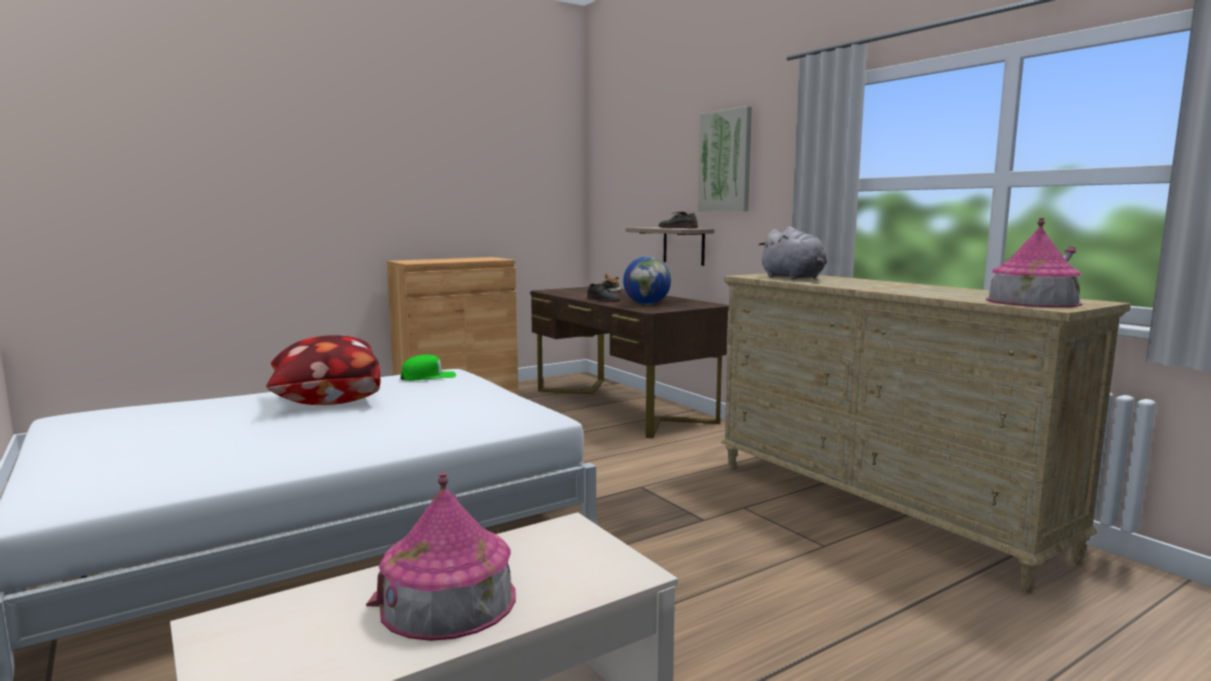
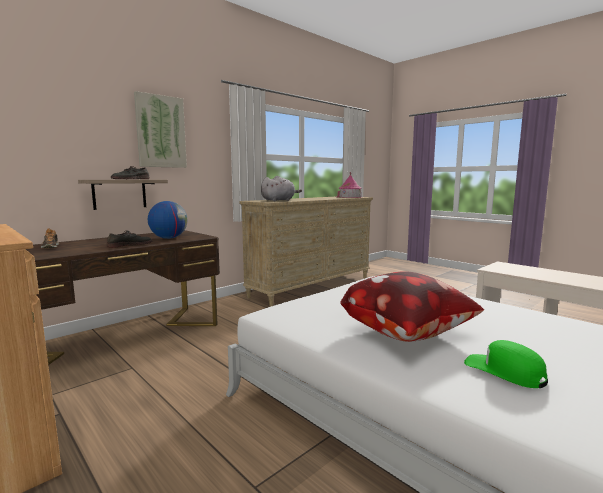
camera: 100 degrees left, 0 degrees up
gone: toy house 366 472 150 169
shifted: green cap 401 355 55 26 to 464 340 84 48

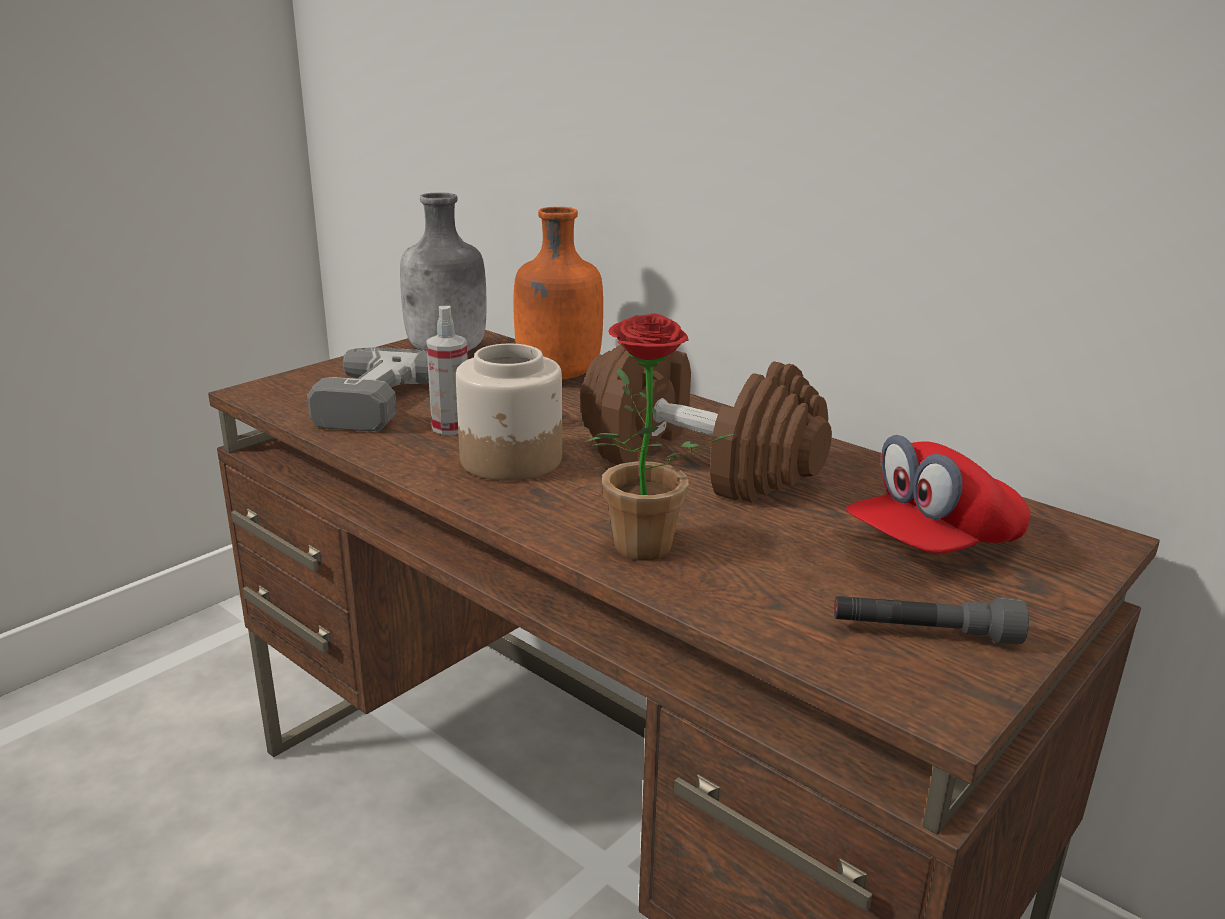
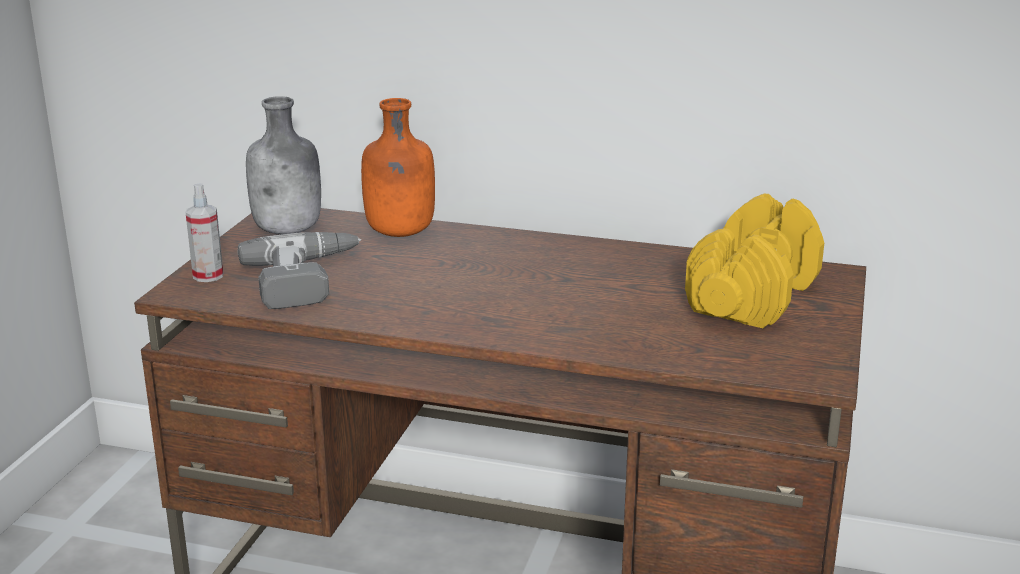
camera: 25 degrees left, 0 degrees up
gone: potted plant 585 313 149 248; jar 456 344 106 137; brown dumbbell 580 344 252 159; grey flashlight 834 596 195 48
shifted: spray bottle 426 306 42 129 to 185 183 39 99
swapped: red cap 846 435 184 119 to yellow dumbbell 685 194 139 134

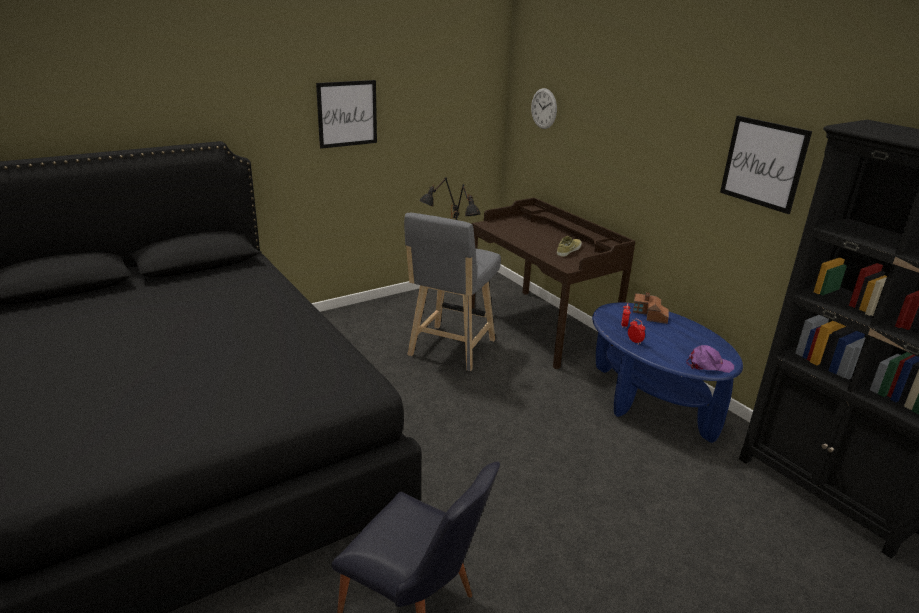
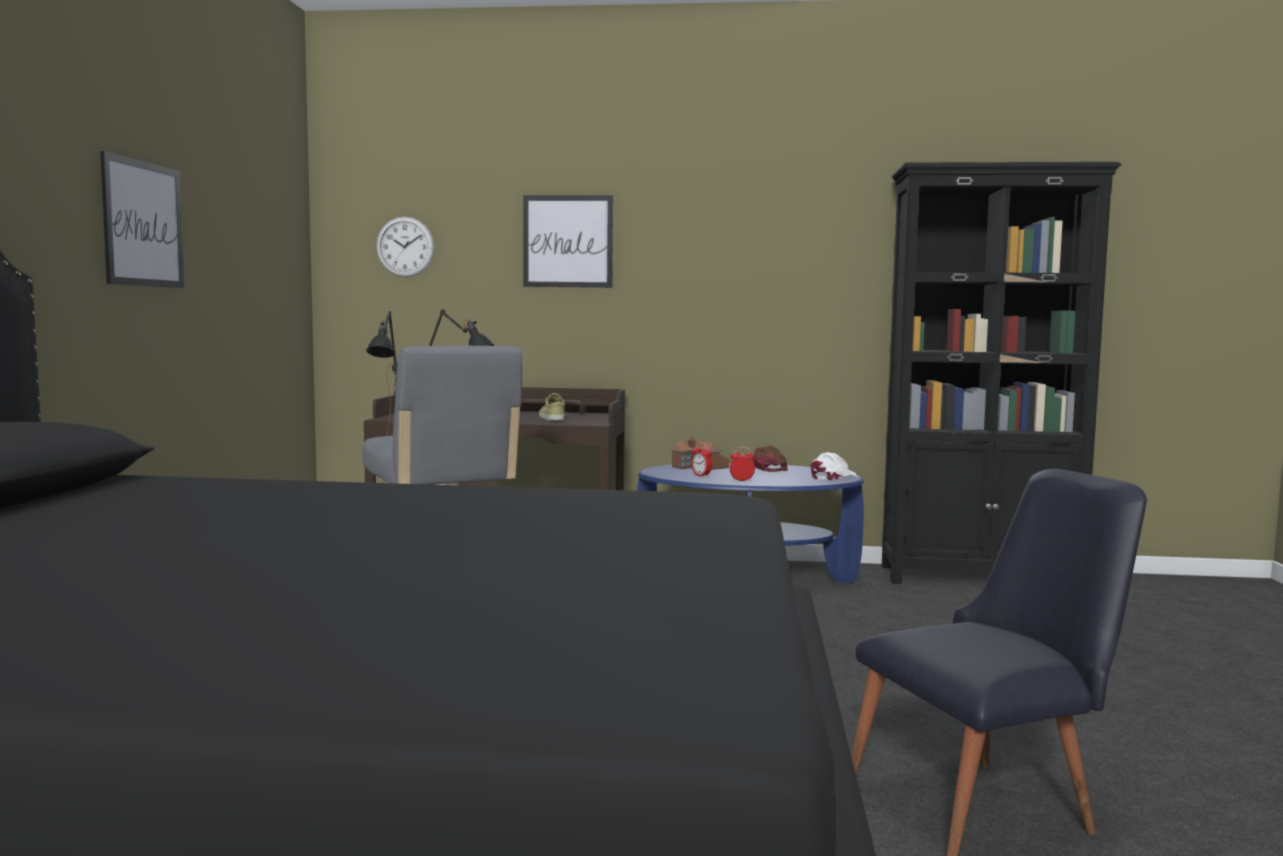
camera: 50 degrees left, 20 degrees down
new: brown cap 752 445 36 27
shifted: picture 720 116 92 98 to 523 195 91 93
repainted: purple cap 686 345 48 28 to white cap 811 452 46 28

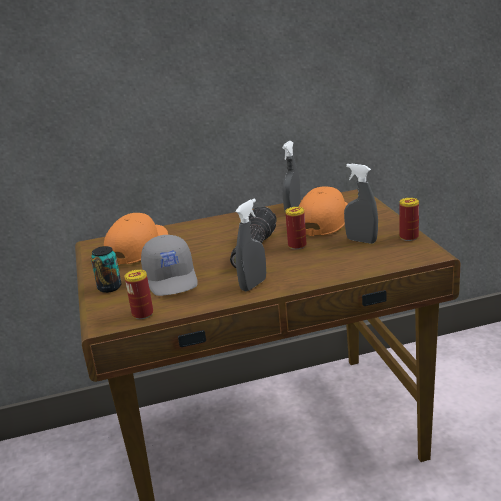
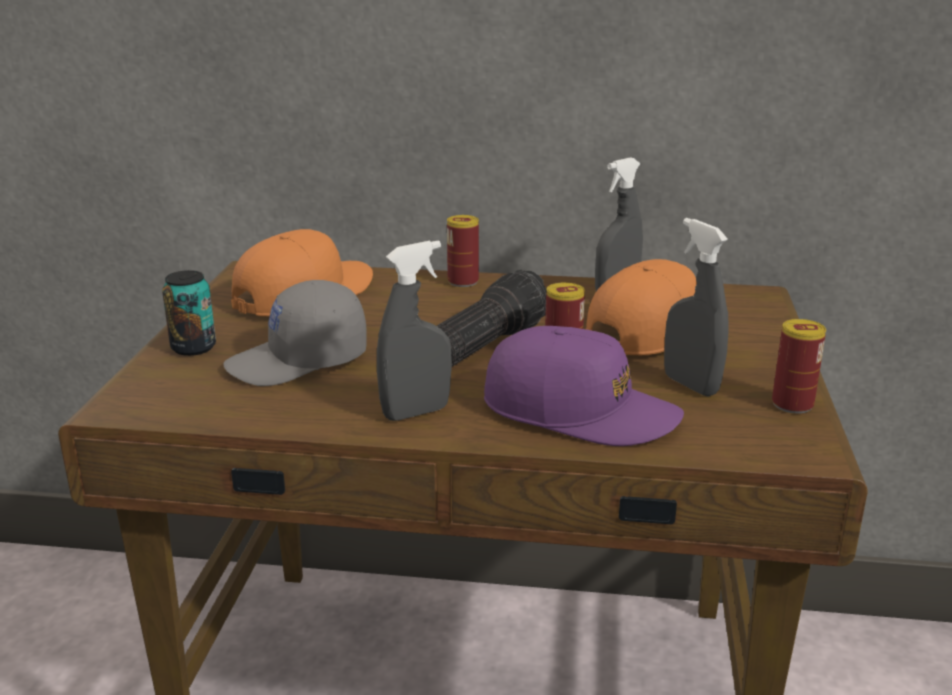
camera: 20 degrees right, 0 degrees up
new: purple cap 484 326 200 120
shifted: can 124 269 29 50 to 447 215 32 72
rotated: grey cap 141 235 57 61 = 223 280 144 106 60 degrees clockwise

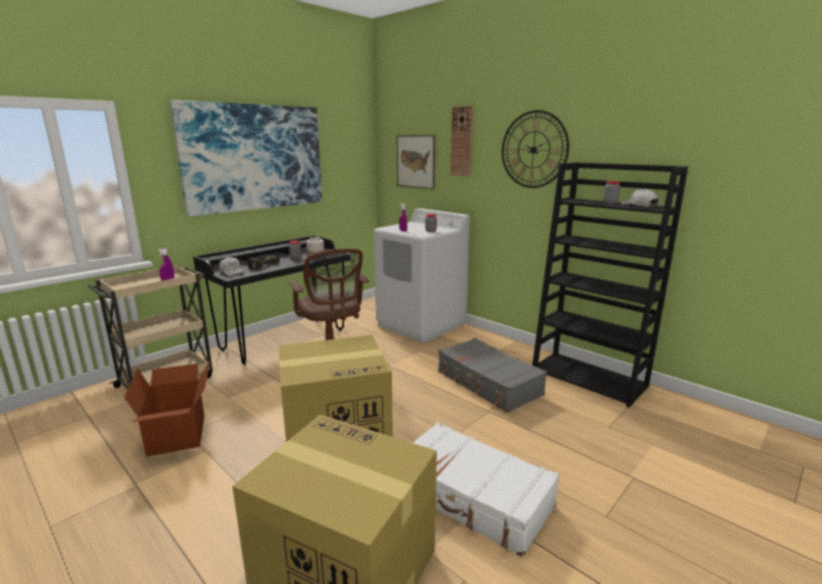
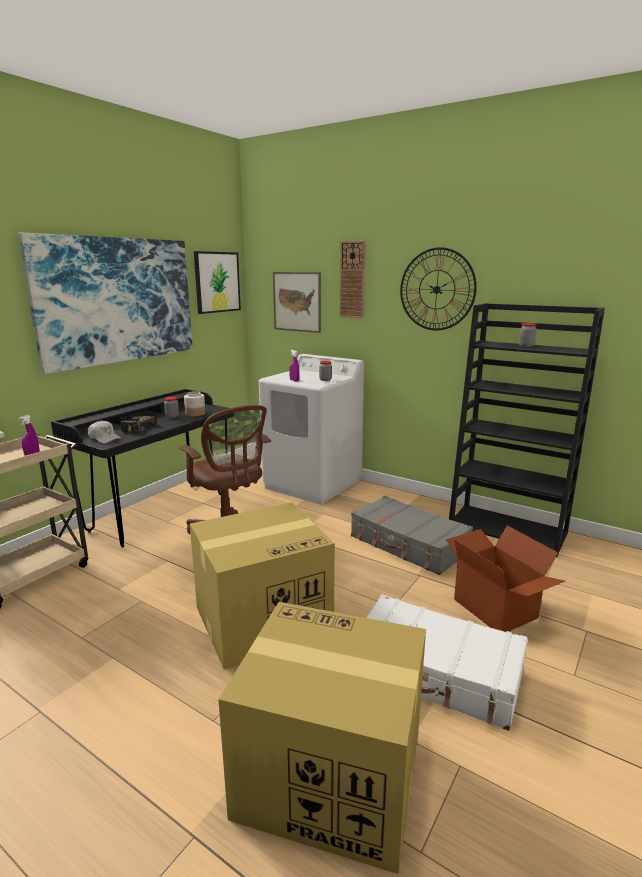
camera: 10 degrees left, 0 degrees up
gone: white cap 621 189 37 18
new: picture 194 251 47 63
shifted: cardboard box 124 361 86 96 to 446 525 119 107

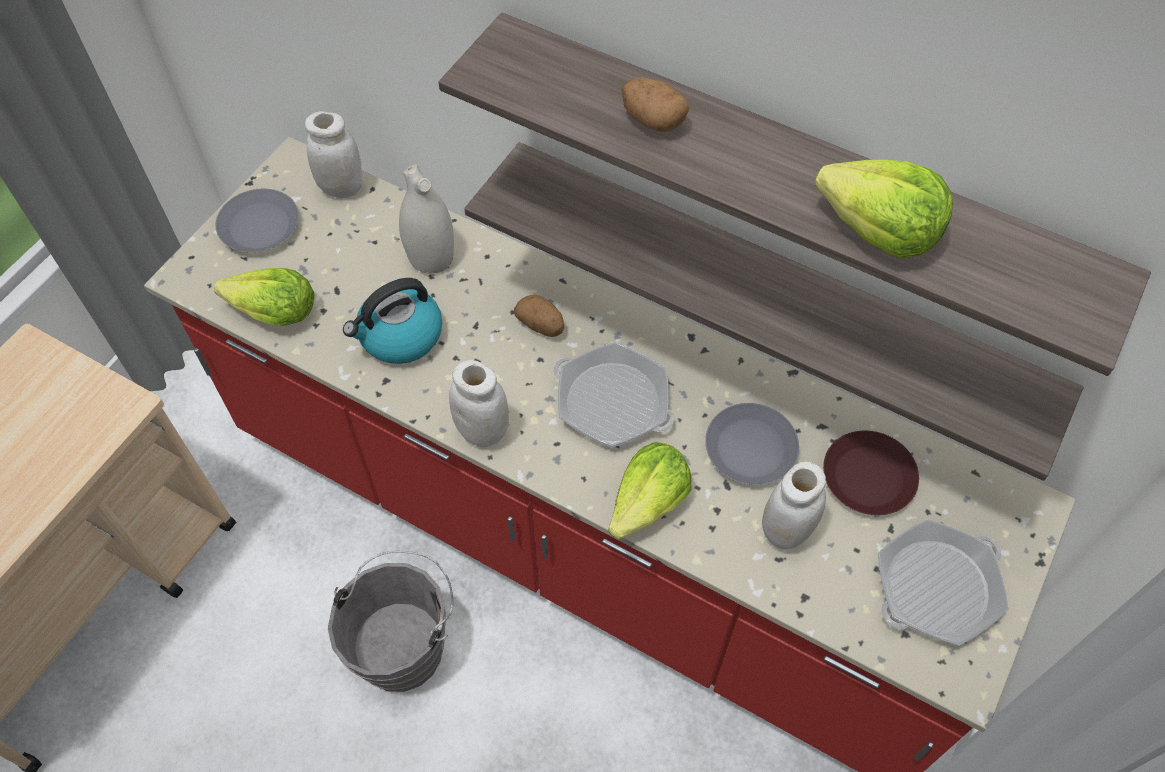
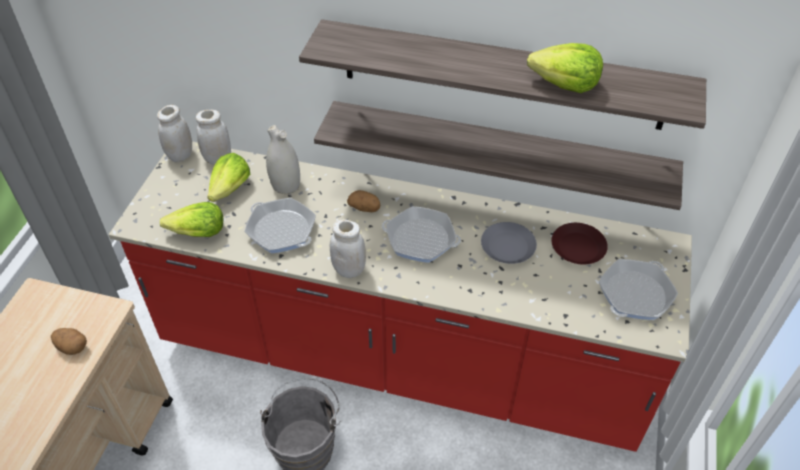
camera: 15 degrees left, 10 degrees down
gone: grey plate 215 189 84 63
shifted: potato 621 77 68 55 to 51 328 36 27; lettuce 608 442 83 97 to 207 153 43 49; white jar 762 462 64 87 to 157 105 35 58
swapped: kettle 343 278 99 86 to frying pan 244 198 72 55

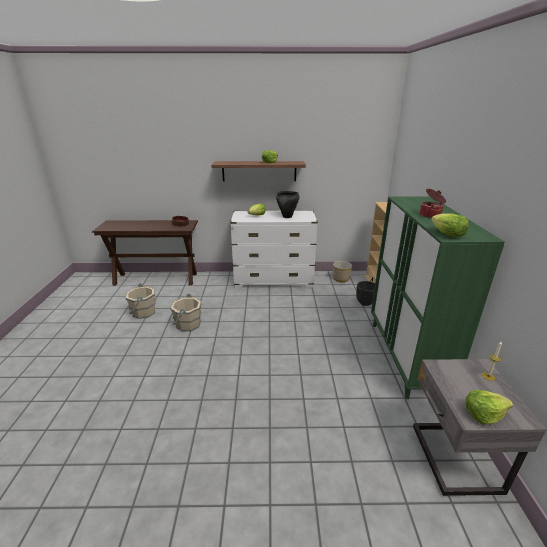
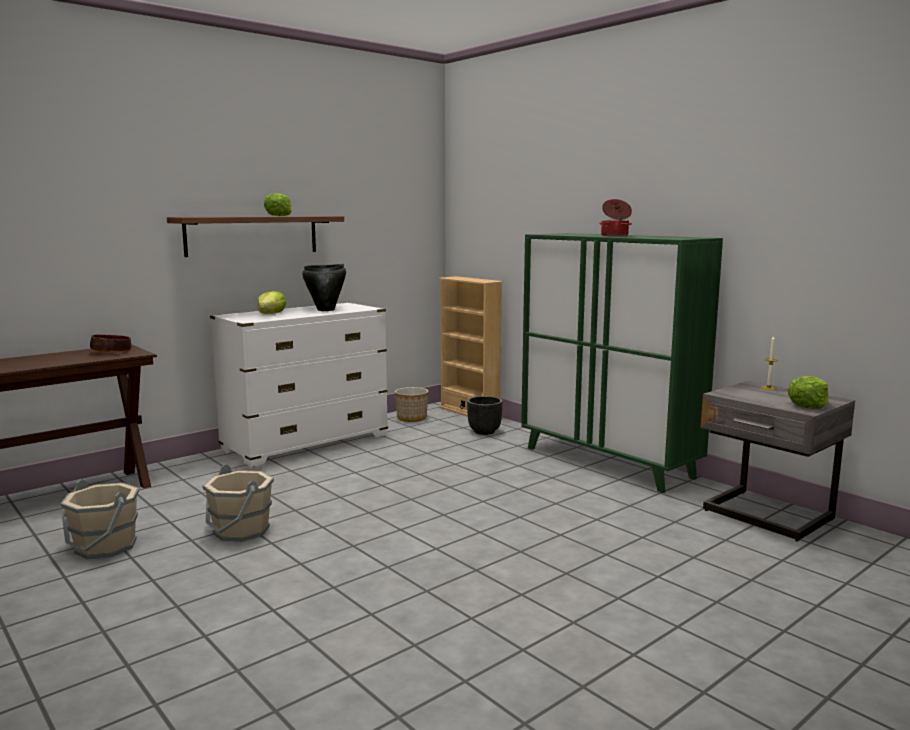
camera: 40 degrees left, 15 degrees down
gone: lettuce 431 213 38 24

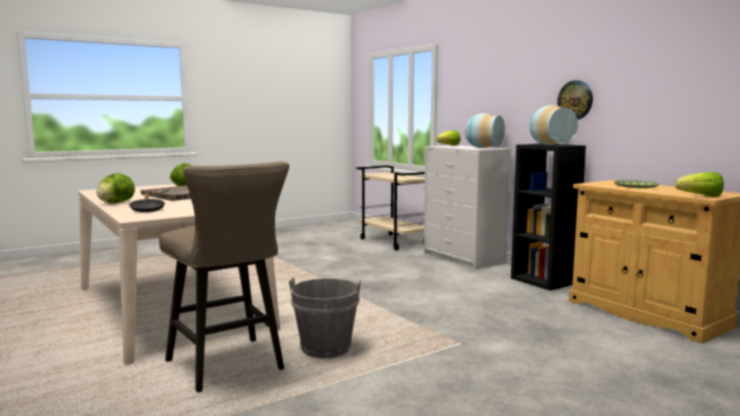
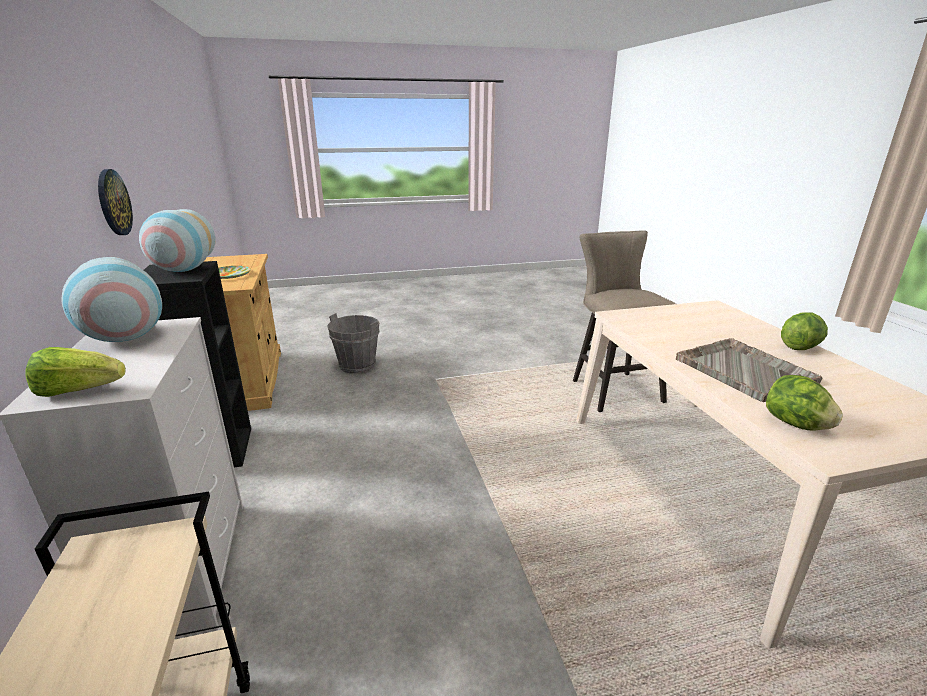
camera: 160 degrees left, 15 degrees up
gone: lettuce 675 172 49 25; black frying pan 129 192 36 20
shifted: grey bucket 289 277 72 81 to 327 313 53 61

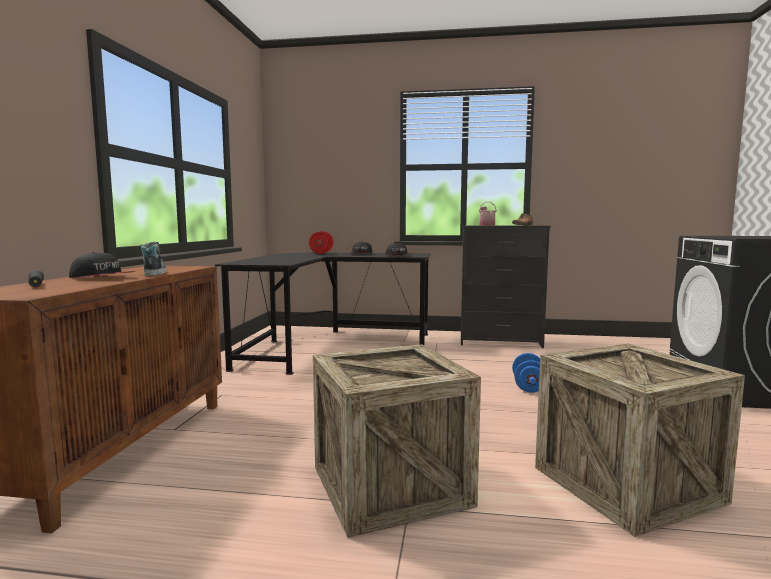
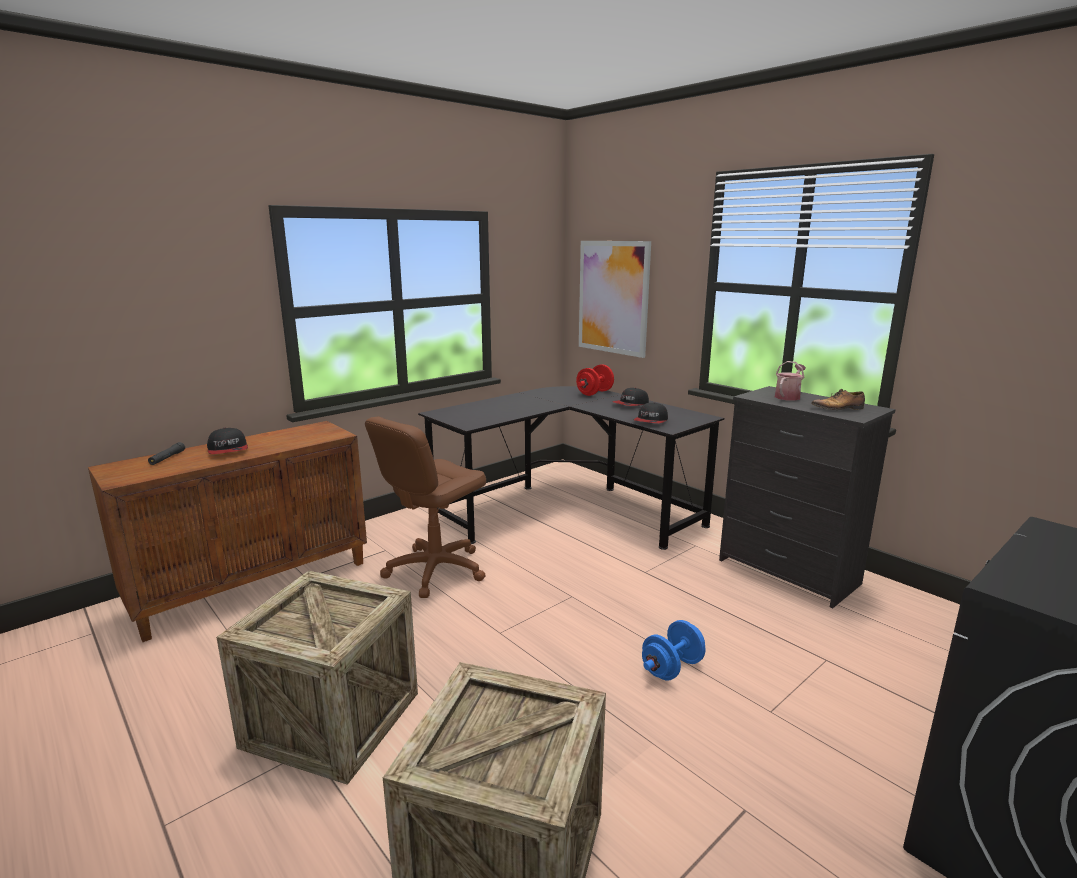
camera: 40 degrees right, 10 degrees up
gone: shoe 141 242 26 34
new: picture 579 241 72 117; brown office chair 365 416 121 182

